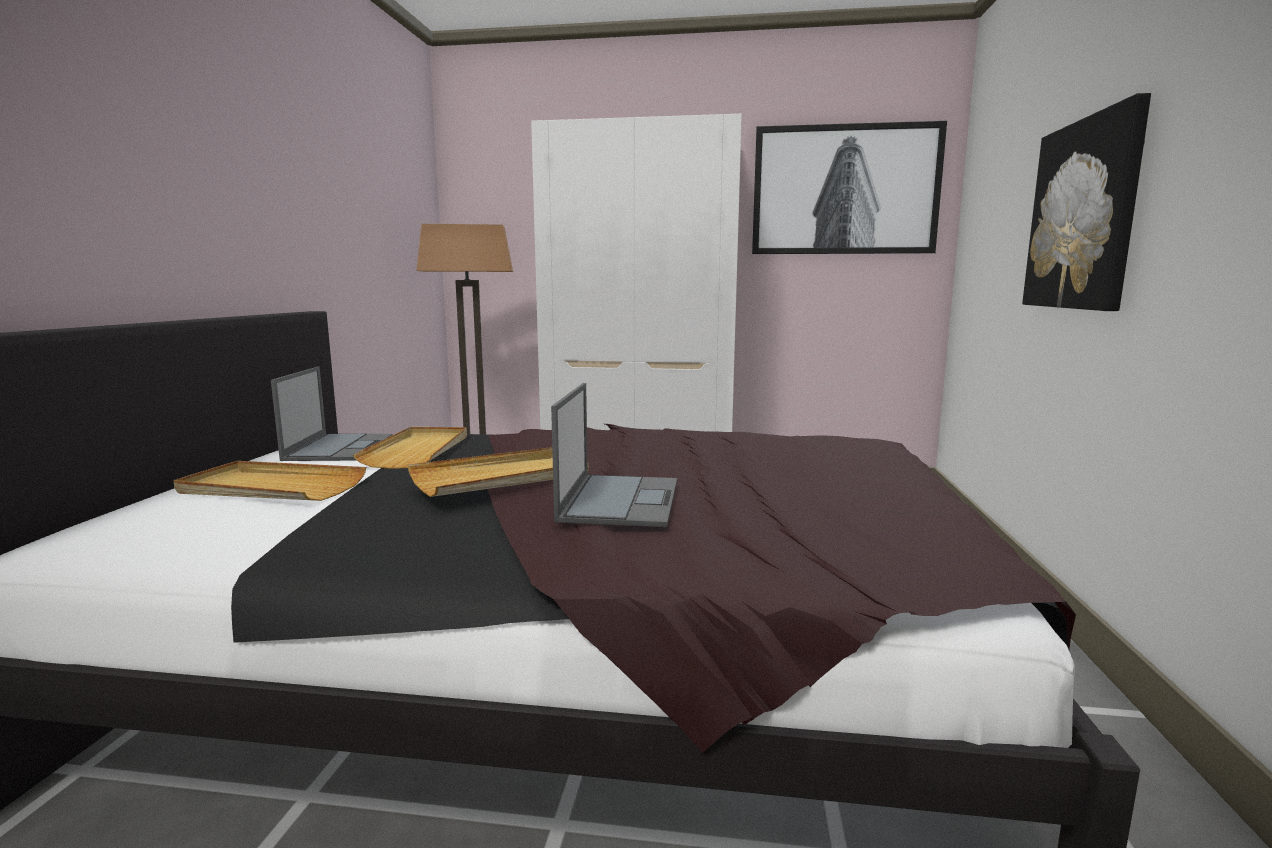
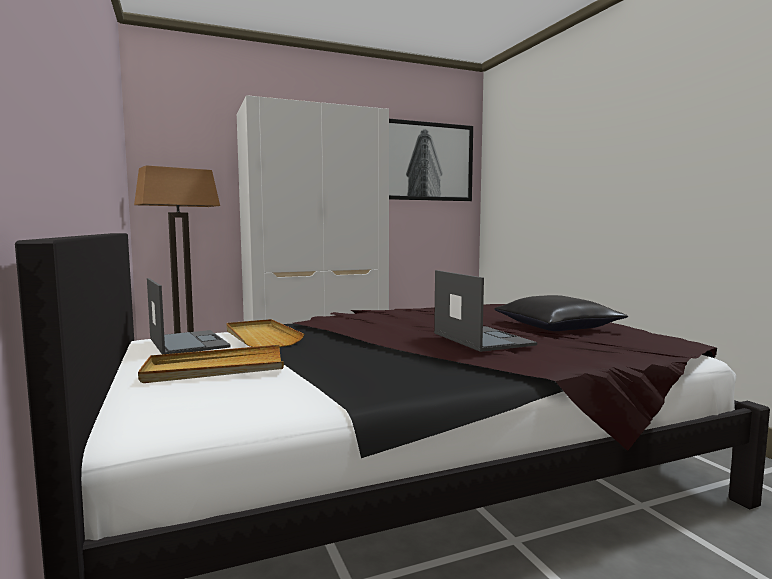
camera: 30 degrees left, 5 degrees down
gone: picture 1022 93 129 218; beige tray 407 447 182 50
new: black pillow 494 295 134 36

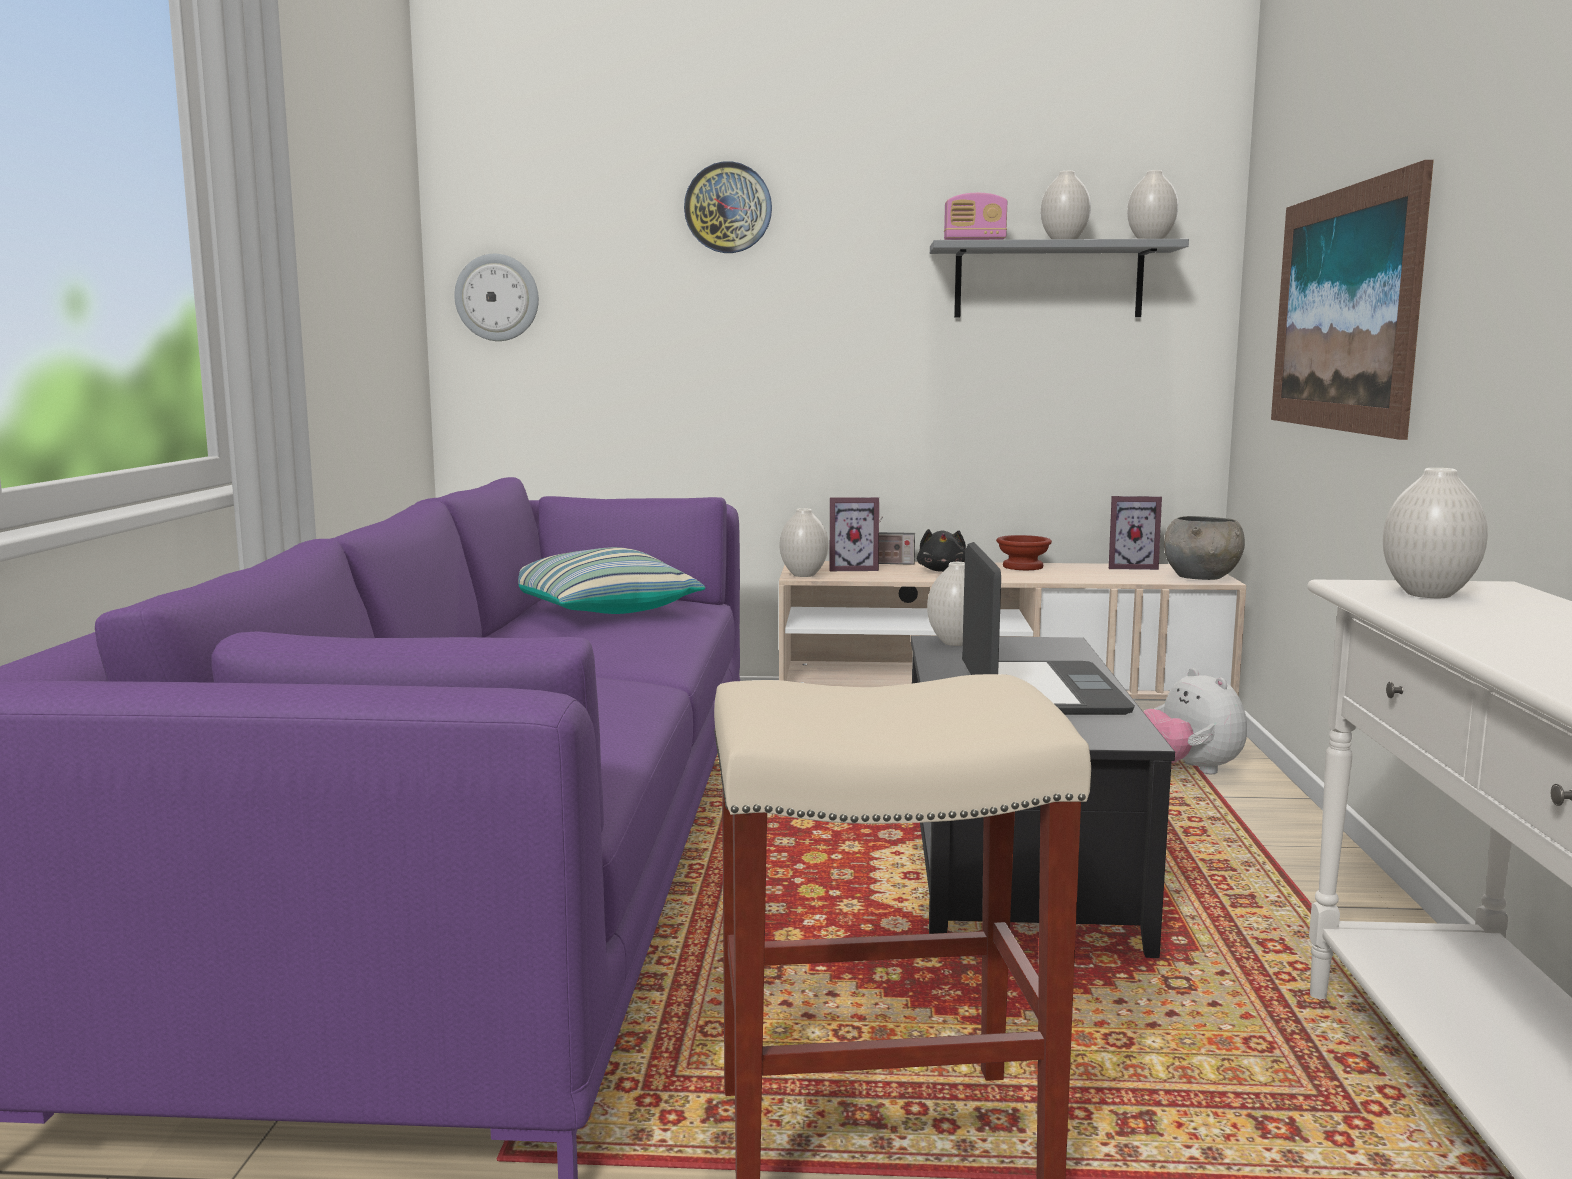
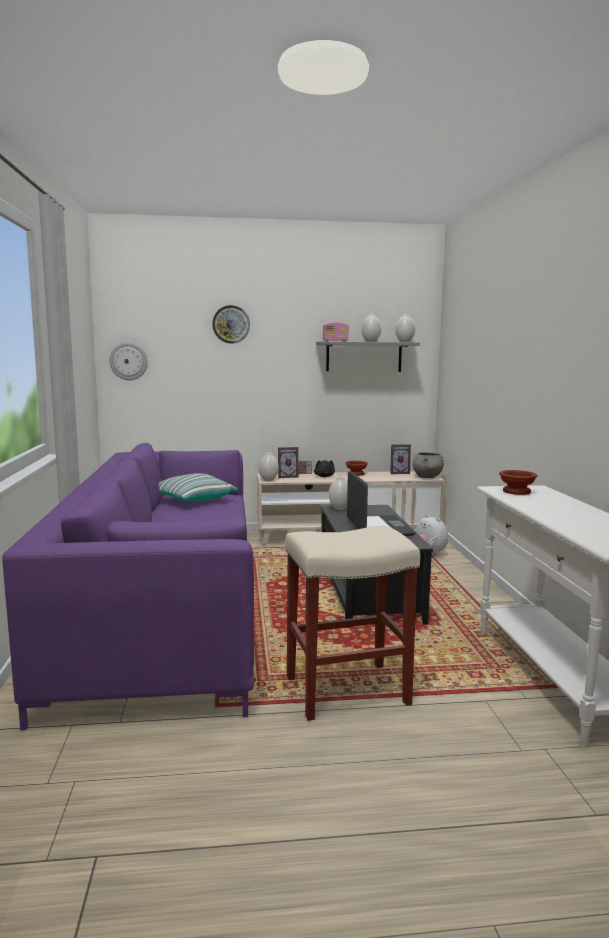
camera: 10 degrees left, 0 degrees up
gone: picture 1271 160 163 280
swapped: white vase 1383 468 105 130 to brown bowl 499 470 38 25

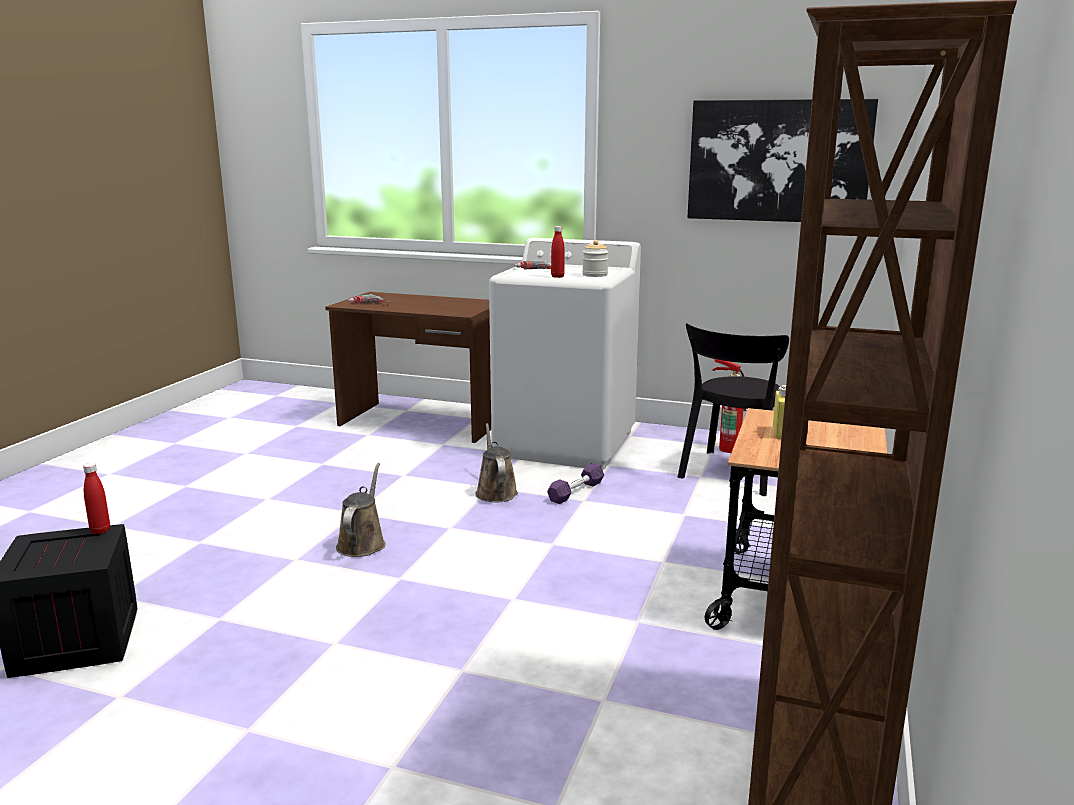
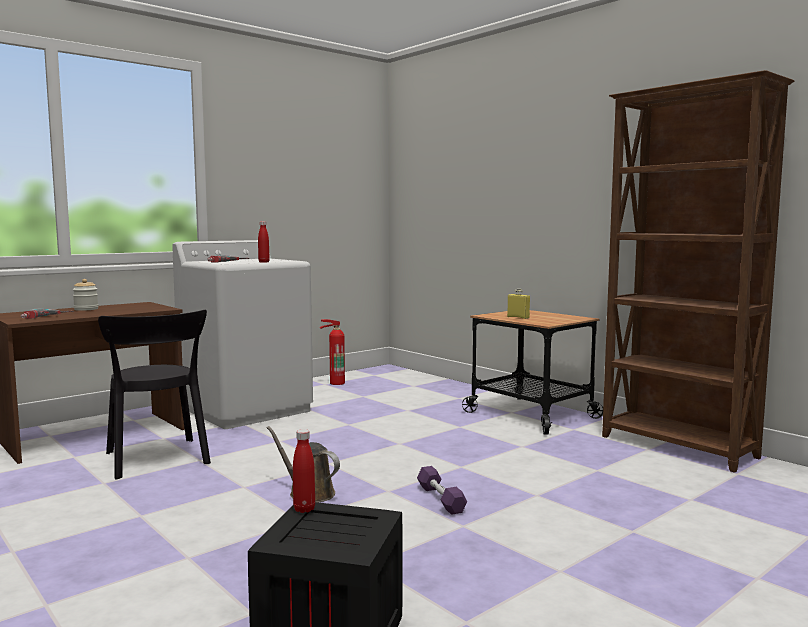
camera: 60 degrees left, 10 degrees down
gone: picture 687 99 191 123; brown watering can 476 423 42 79
shifted: jar 582 240 26 37 to 73 279 25 32; black chair 678 323 111 173 to 98 310 113 170; purple dumbbell 547 463 57 41 to 417 466 50 49

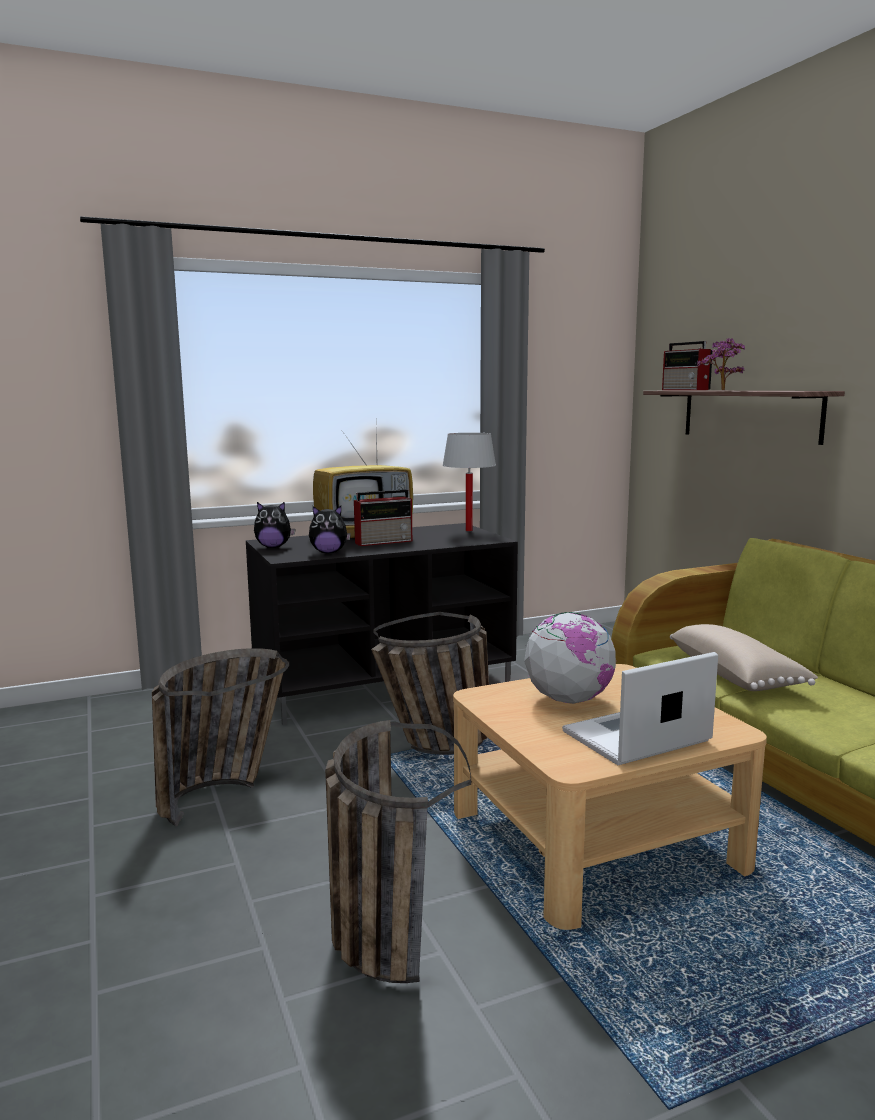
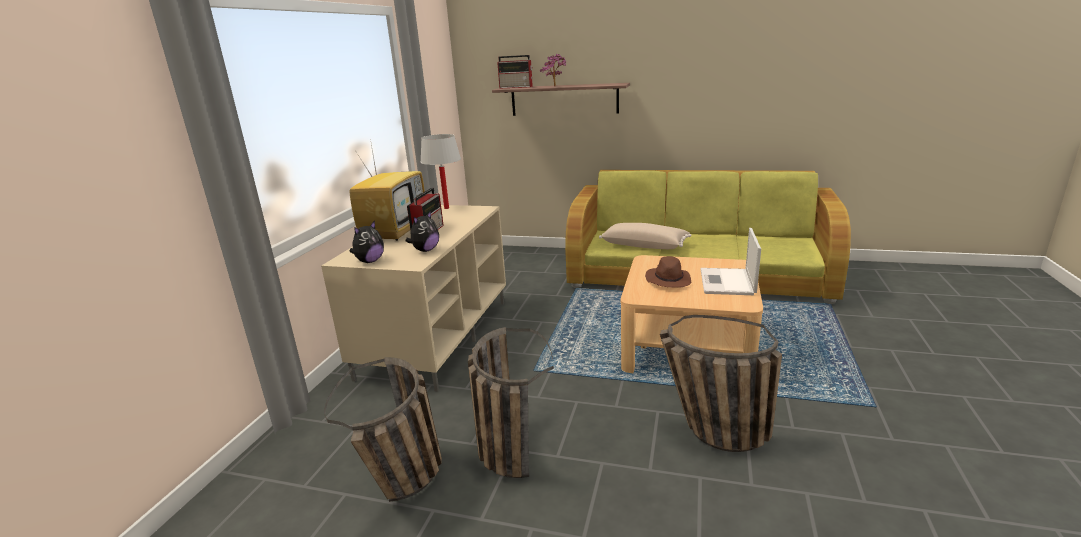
camera: 50 degrees left, 10 degrees up
shifted: basket 371 612 118 143 to 324 357 118 145
swapped: globe 524 612 92 92 to brown hat 645 256 47 32
repainted: black tv stand 246 523 272 202 to beige tv stand 321 205 185 187

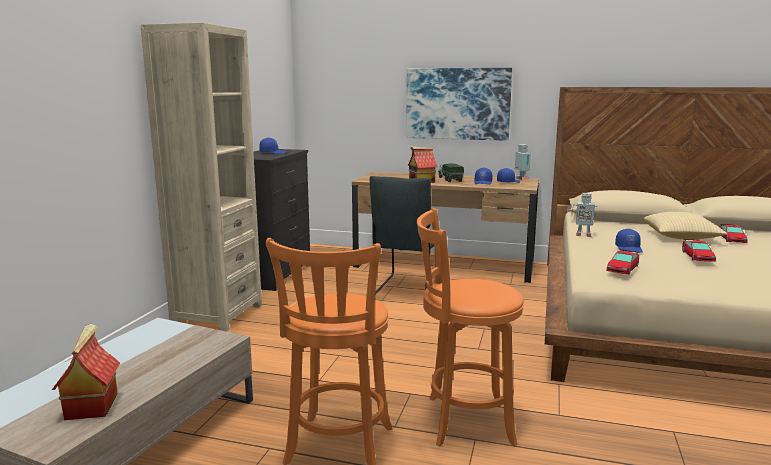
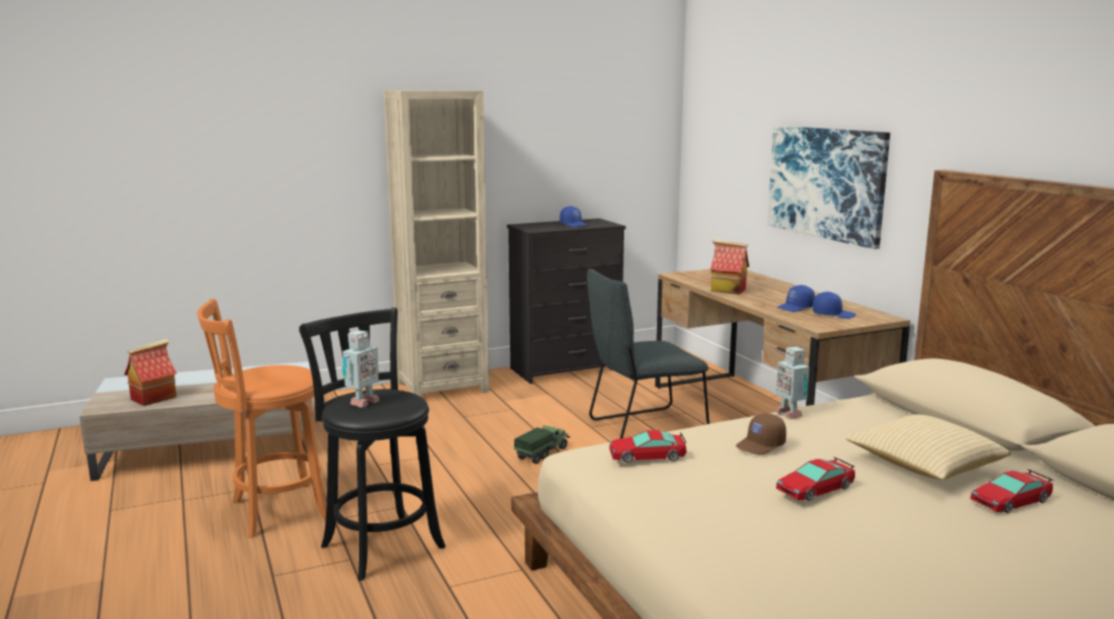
camera: 50 degrees right, 0 degrees up
shifted: toy robot 515 144 16 36 to 342 330 38 78; toy truck 438 163 26 19 to 514 425 56 39
repainted: orange stool 417 208 107 238 to black stool 299 308 147 273; blue cap 615 229 28 24 to brown cap 736 413 50 42

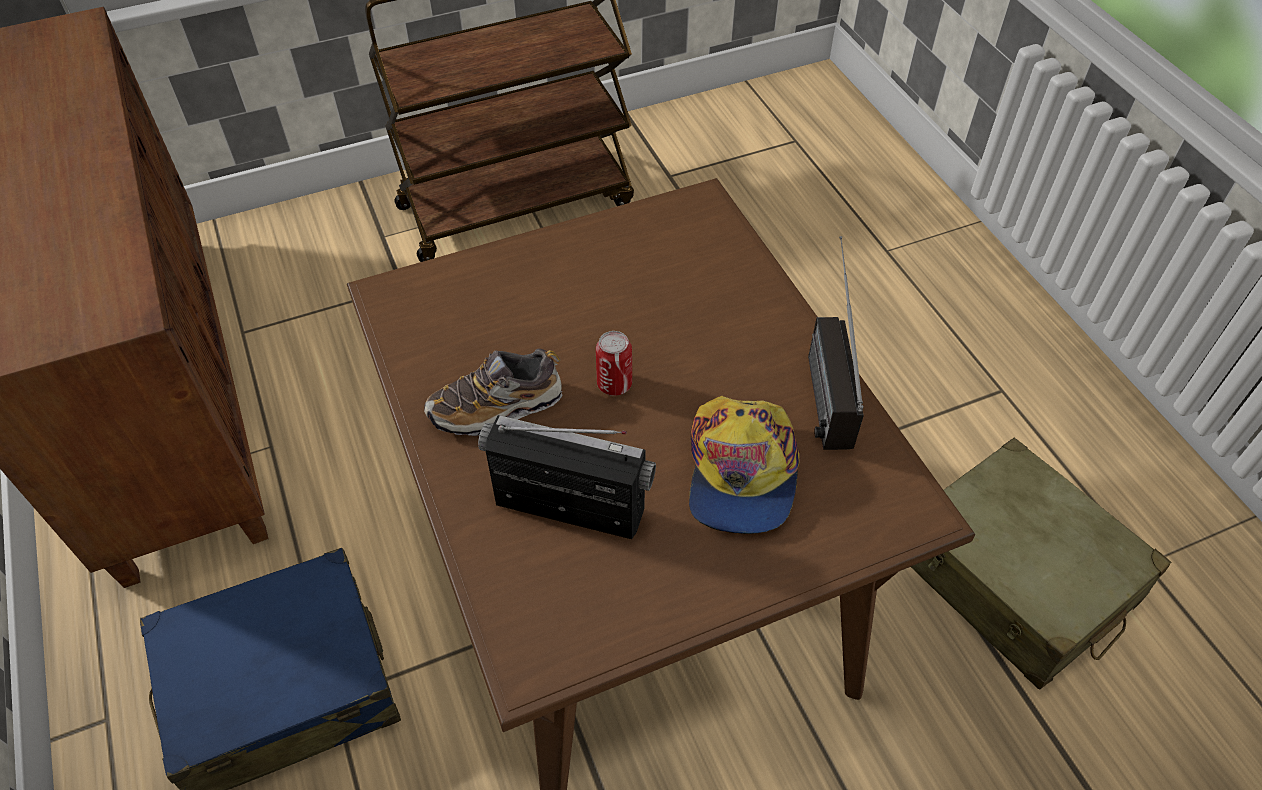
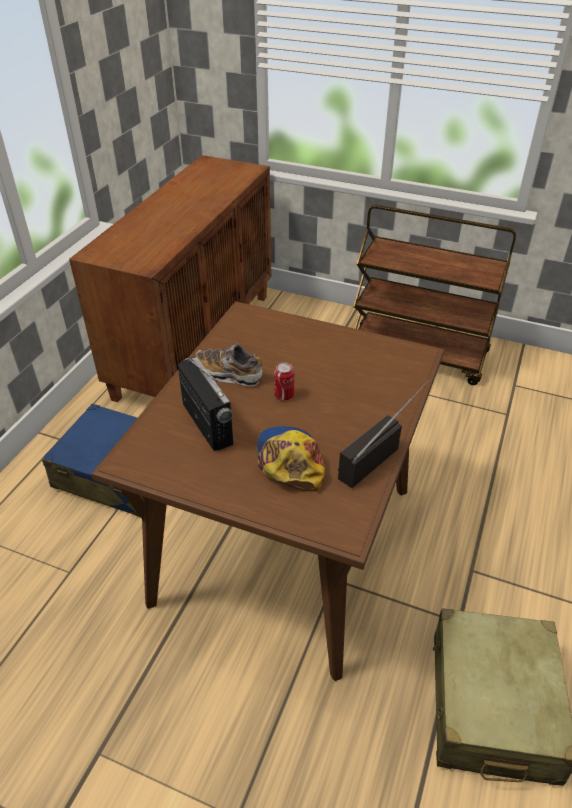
camera: 45 degrees right, 10 degrees down
rotated: cap 689 396 111 138 = 257 426 68 65 120 degrees clockwise

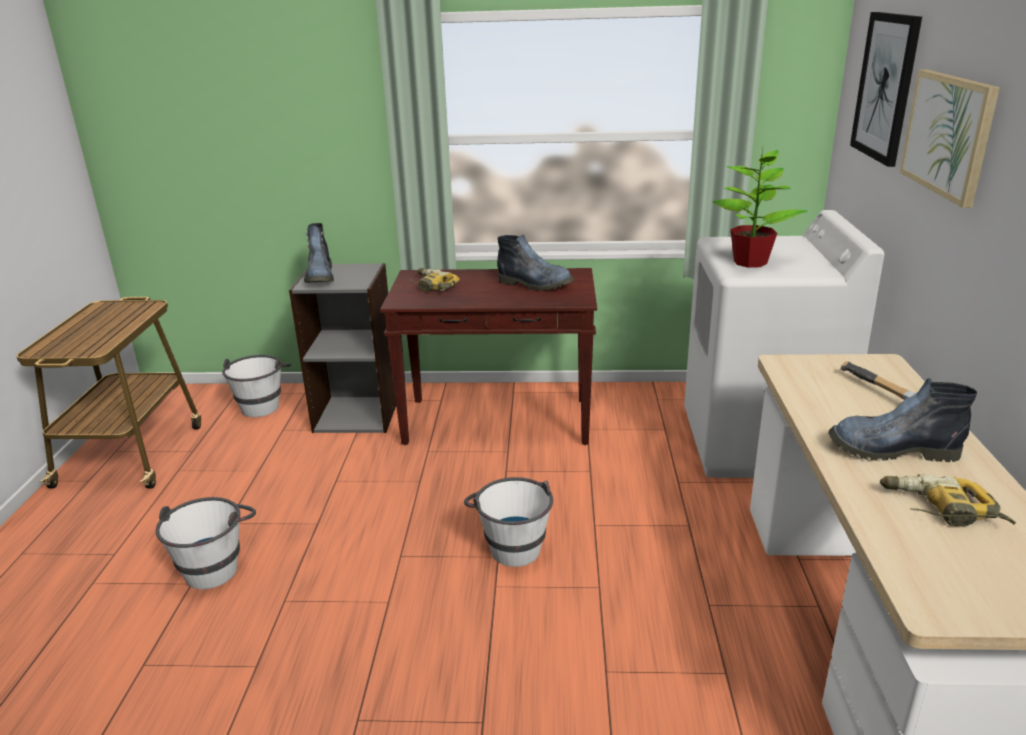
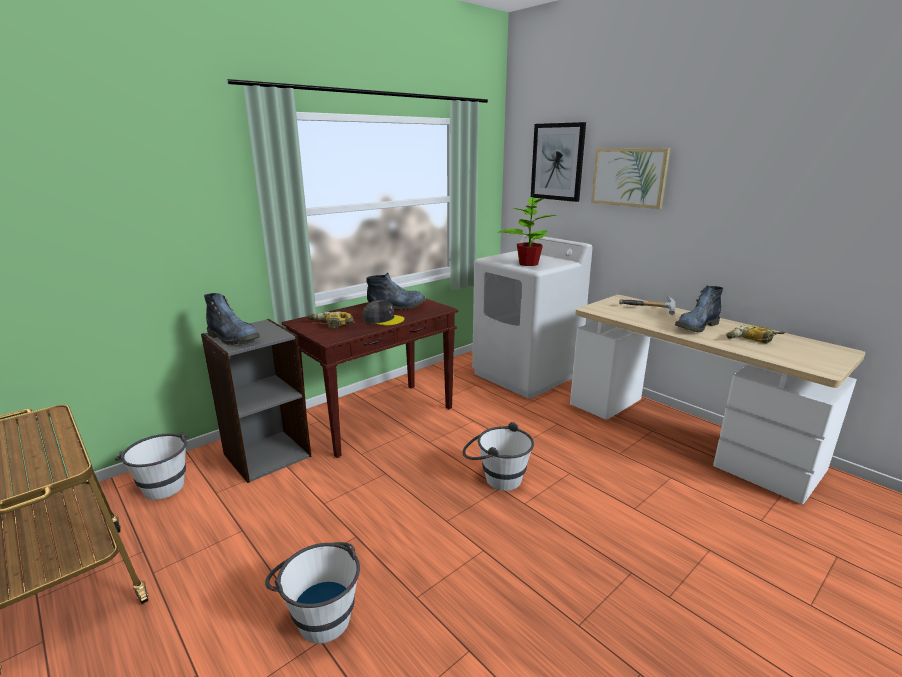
camera: 45 degrees left, 5 degrees down
new: grey cap 363 300 42 26

